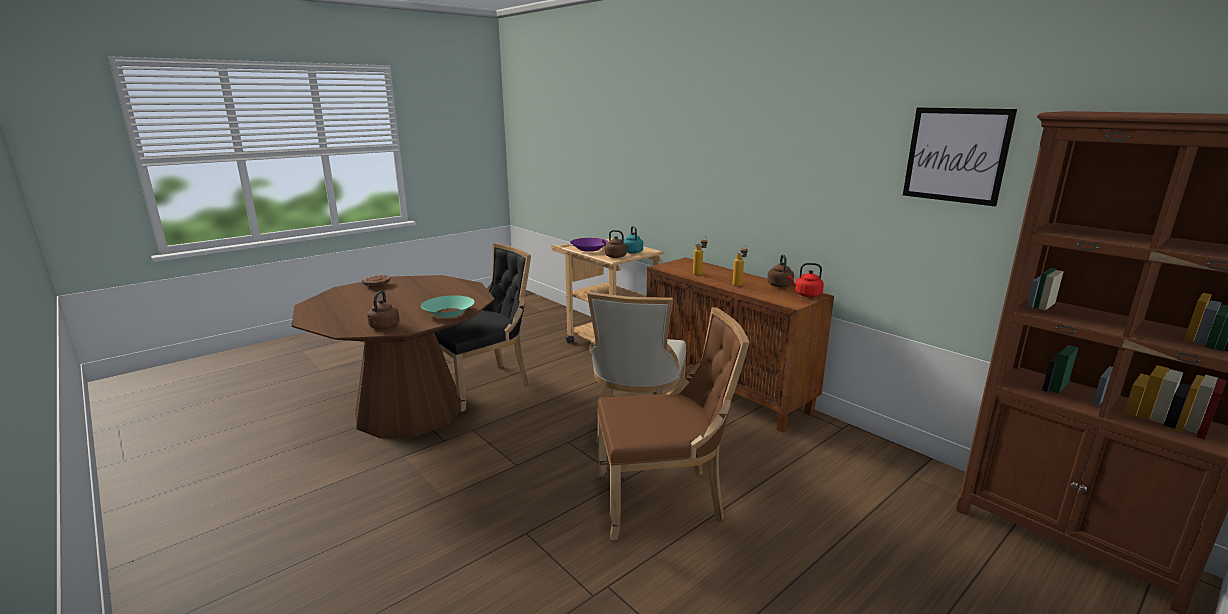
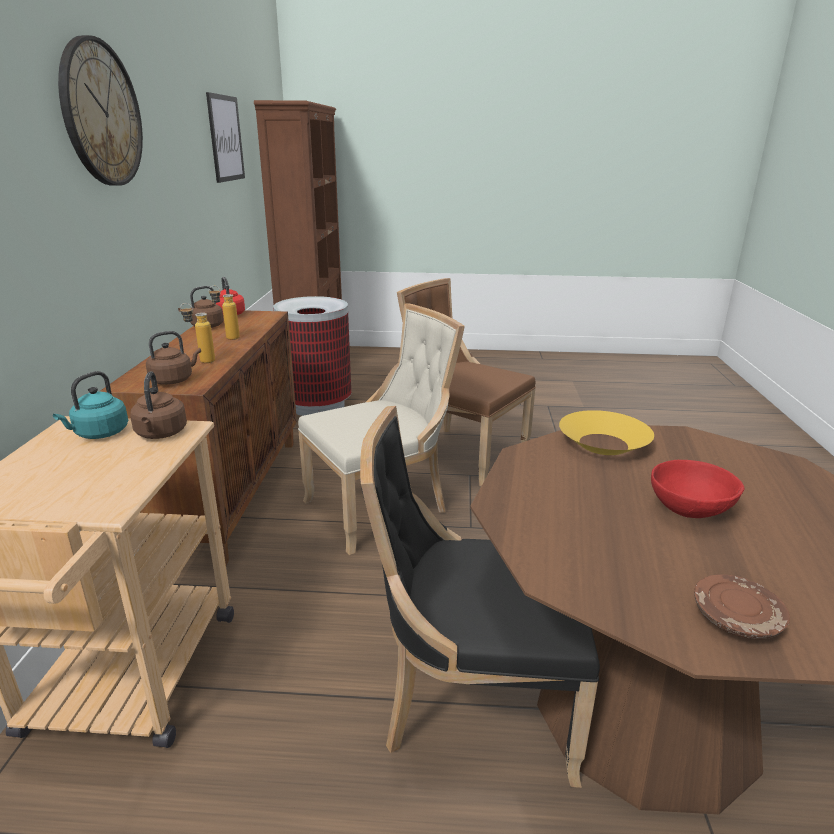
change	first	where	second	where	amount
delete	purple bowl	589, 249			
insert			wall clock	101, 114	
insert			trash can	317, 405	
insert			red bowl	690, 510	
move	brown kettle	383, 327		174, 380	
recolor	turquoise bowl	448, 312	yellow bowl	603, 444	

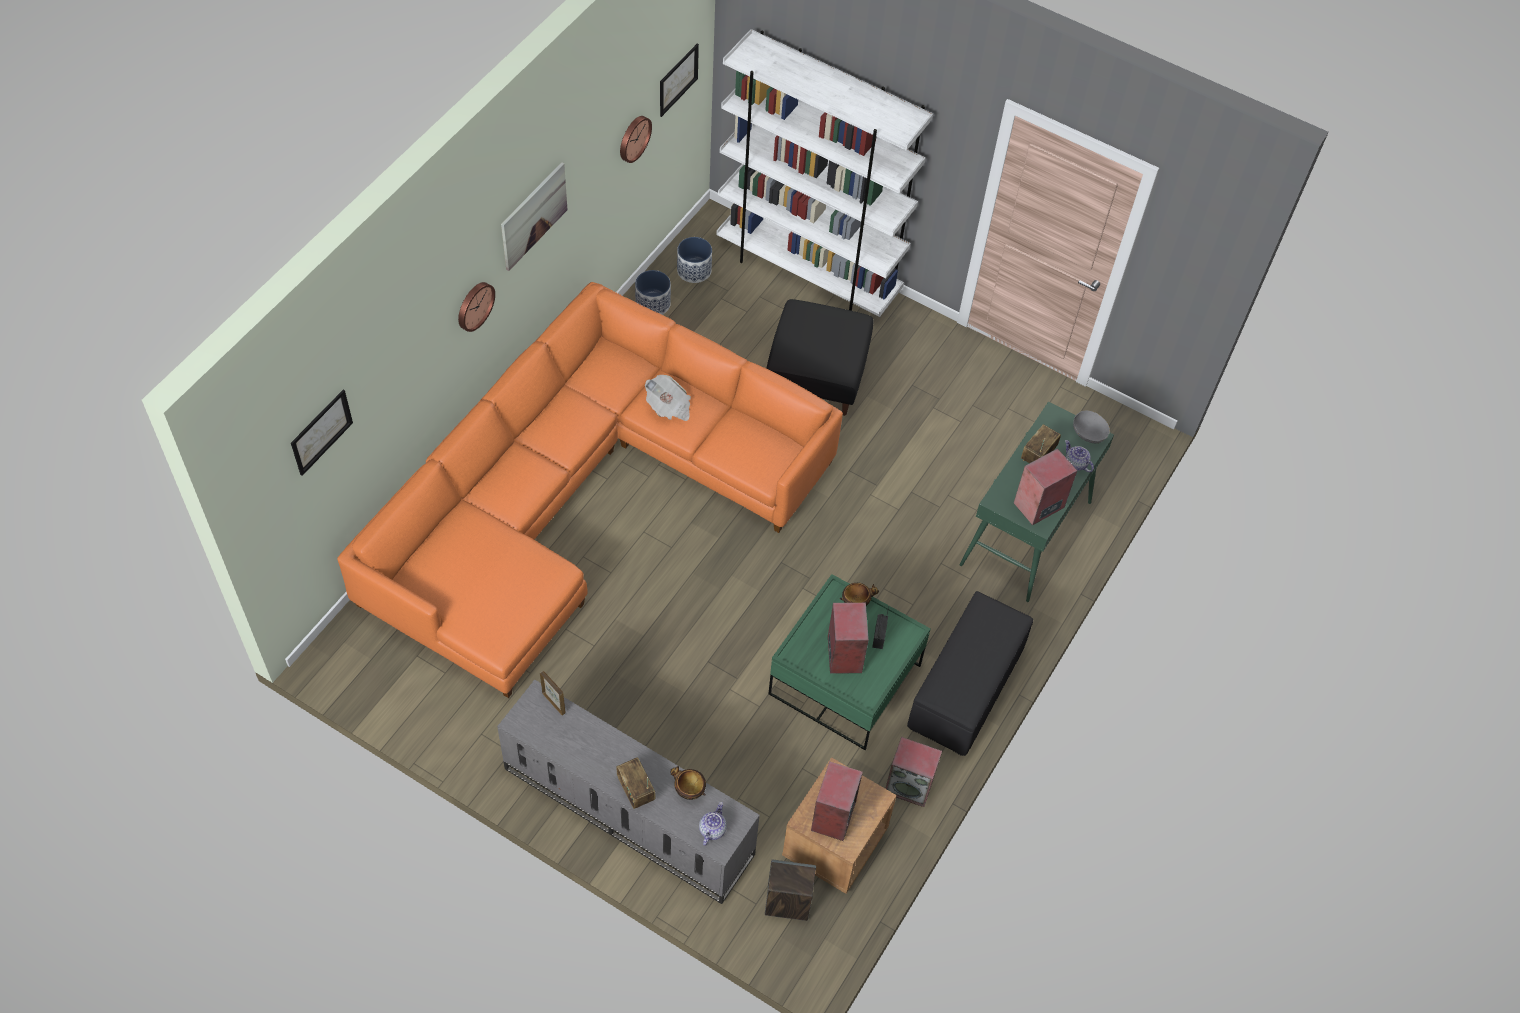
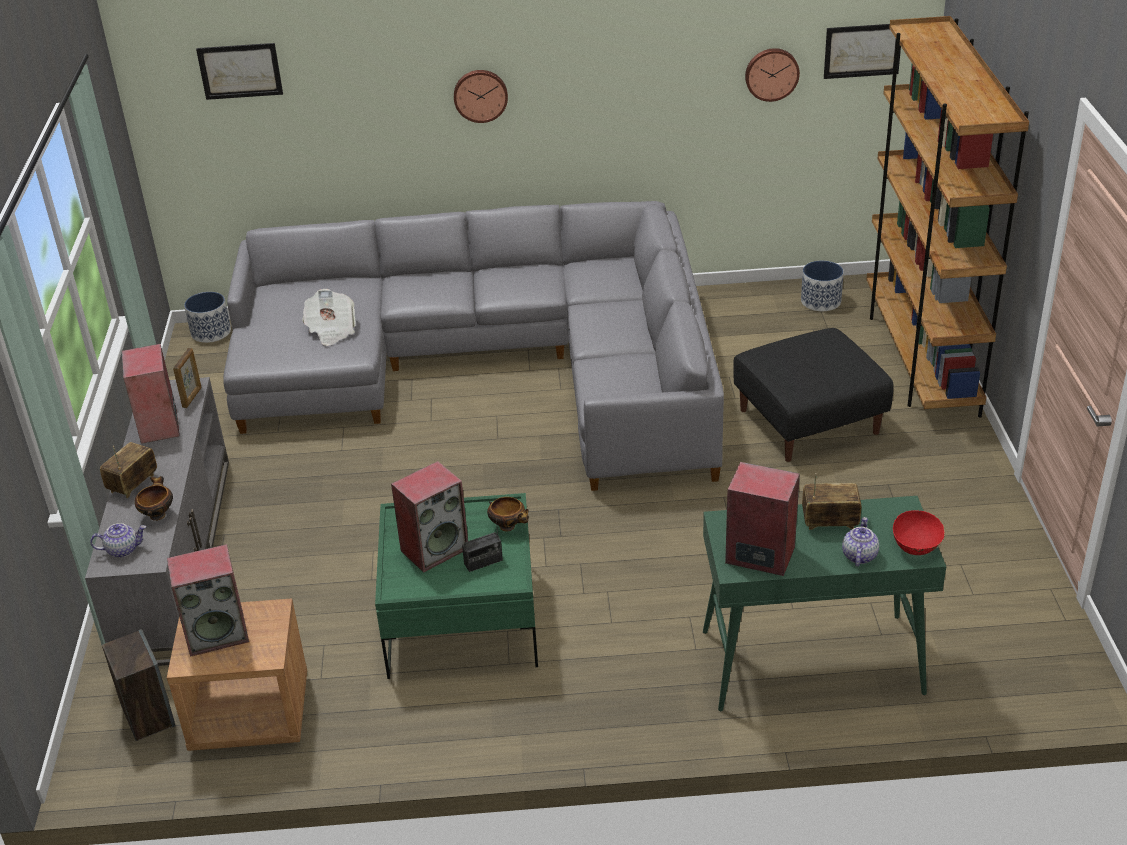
change	first	where	second	where	amount
delete	picture	533, 216			
delete	black ottoman	964, 690			
move	planter	653, 303		211, 332	
move	newspaper	669, 407		331, 330	
move	speaker	909, 786		159, 426	
recolor	orange sofa	581, 497	grey sofa	493, 367	
recolor	white bookcase	808, 273	brown bookcase	920, 358	
recolor	grey bowl	1089, 434	red bowl	916, 546	

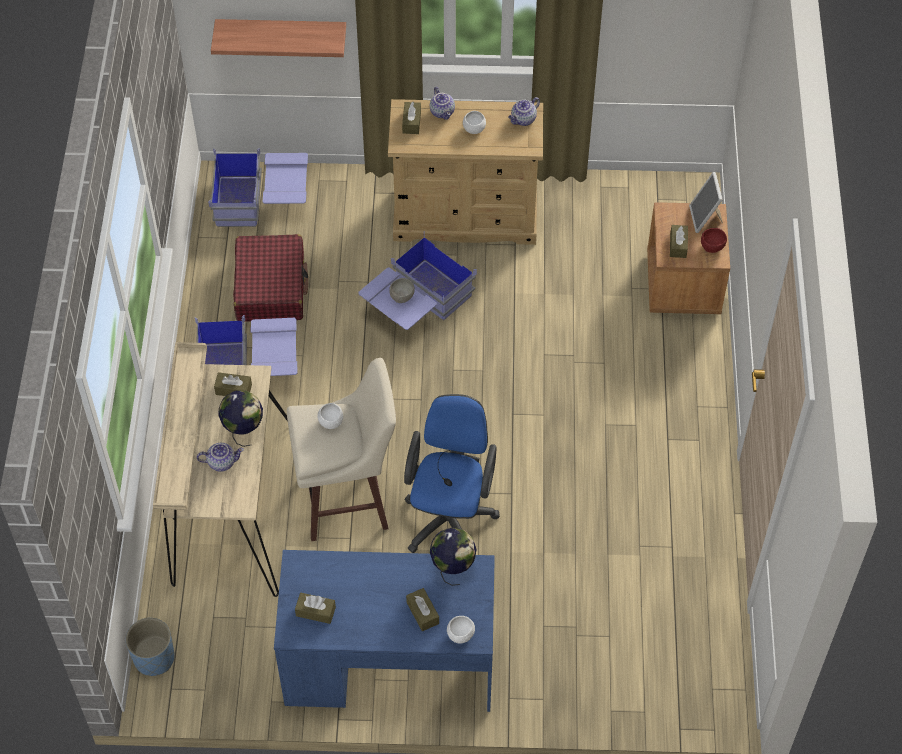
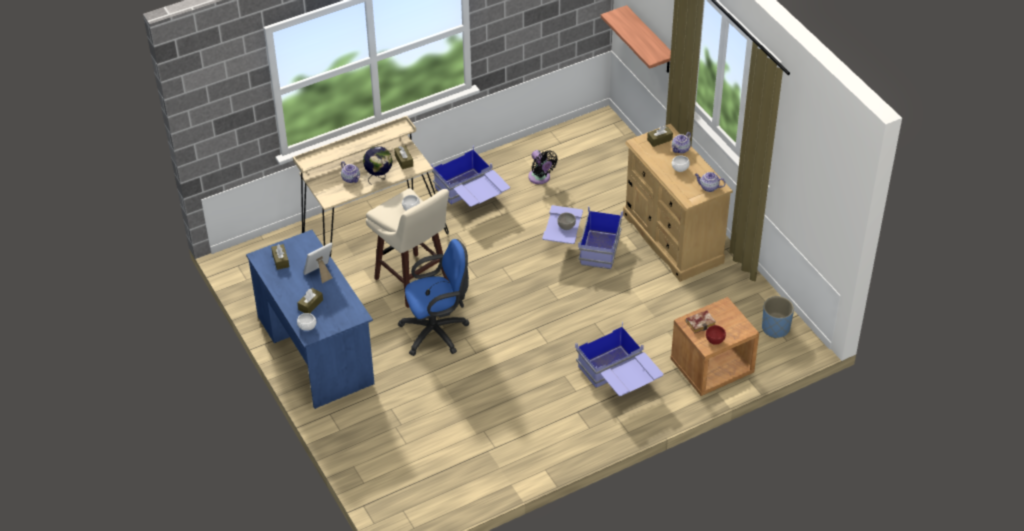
change	first	where	second	where	amount
delete	globe	453, 568			
move	blue planter	154, 658		775, 328	
move	blue storage box	262, 203		619, 381	
move	picture frame	705, 218		320, 273	
replace	red suitcase	271, 287	black fan	540, 178	
replace	brown tissue box	678, 245	book	701, 323	

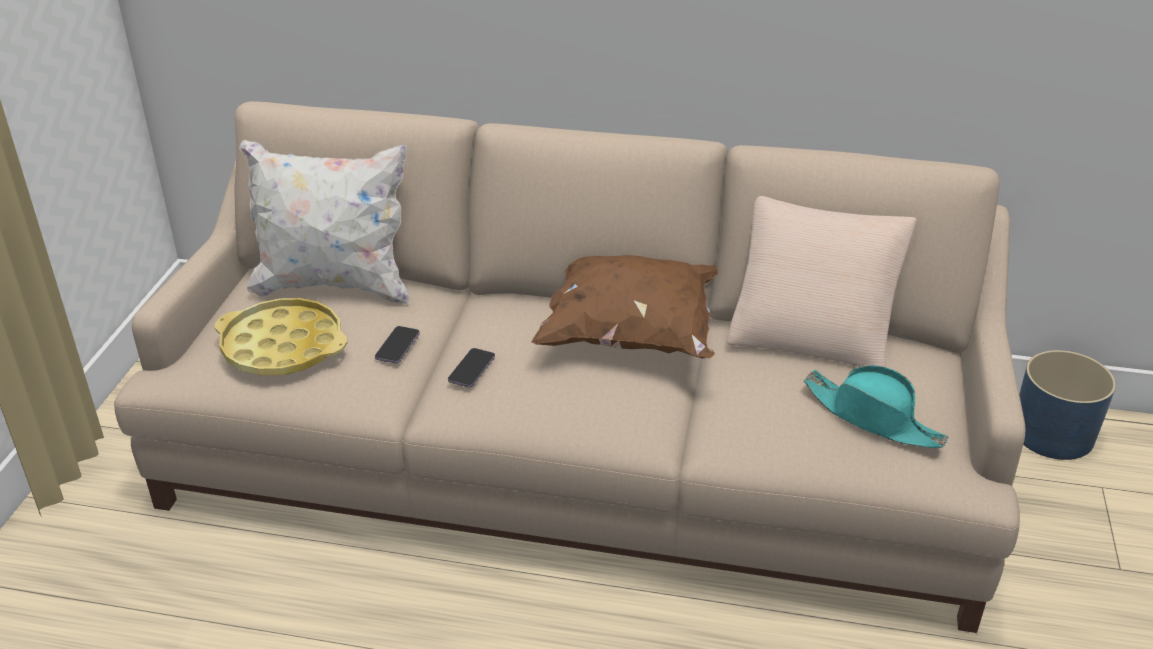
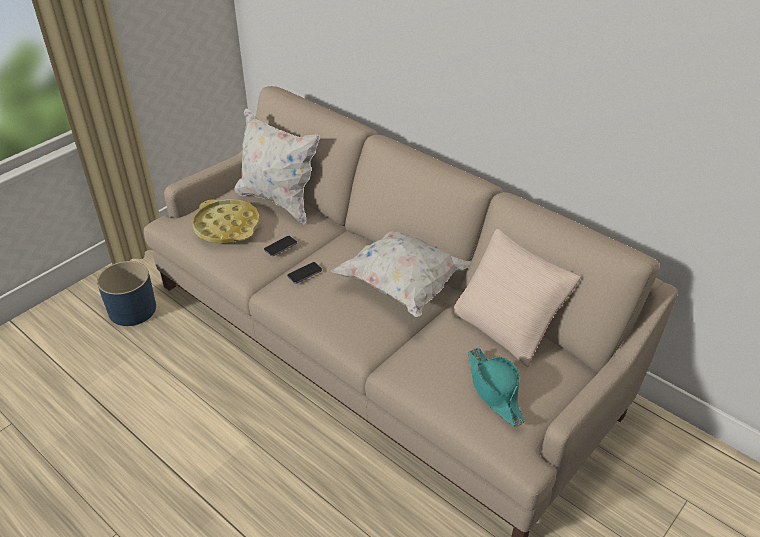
change	first	where	second	where	amount
move	blue planter	1053, 433		133, 310	
recolor	brown pillow	630, 333	white pillow	404, 284	

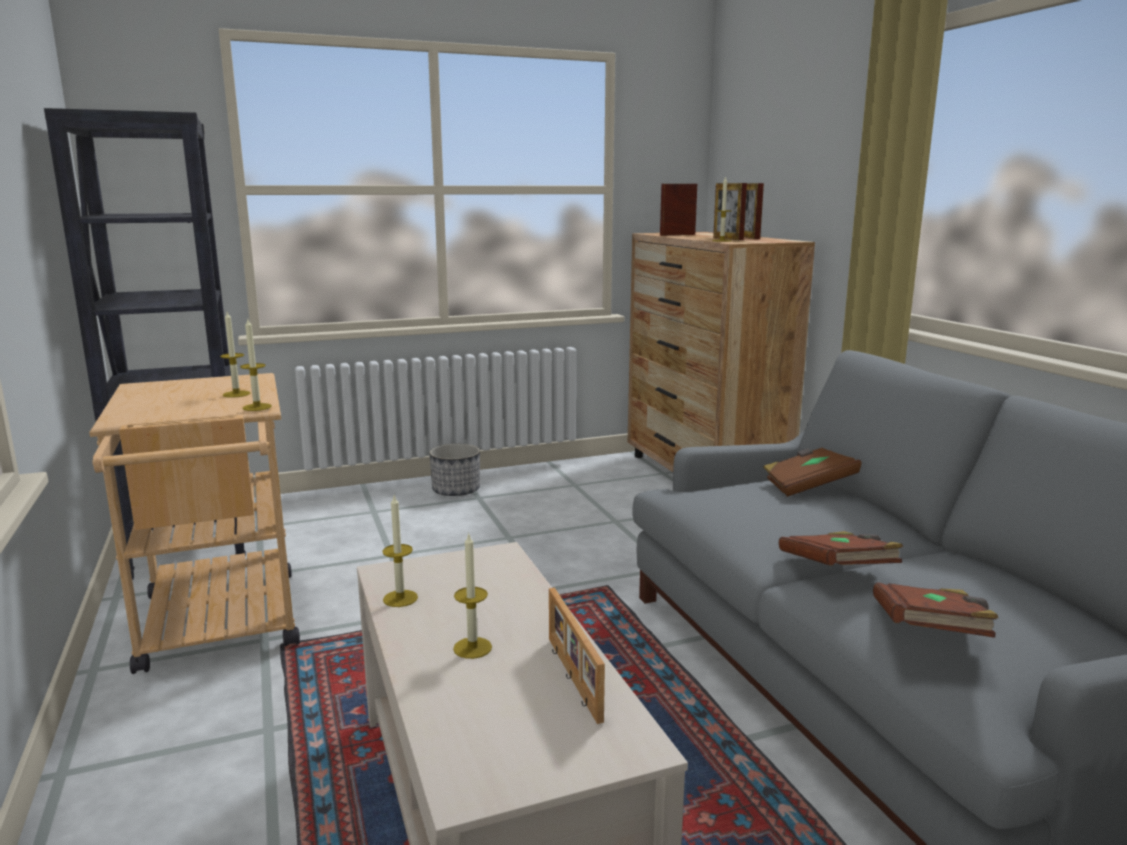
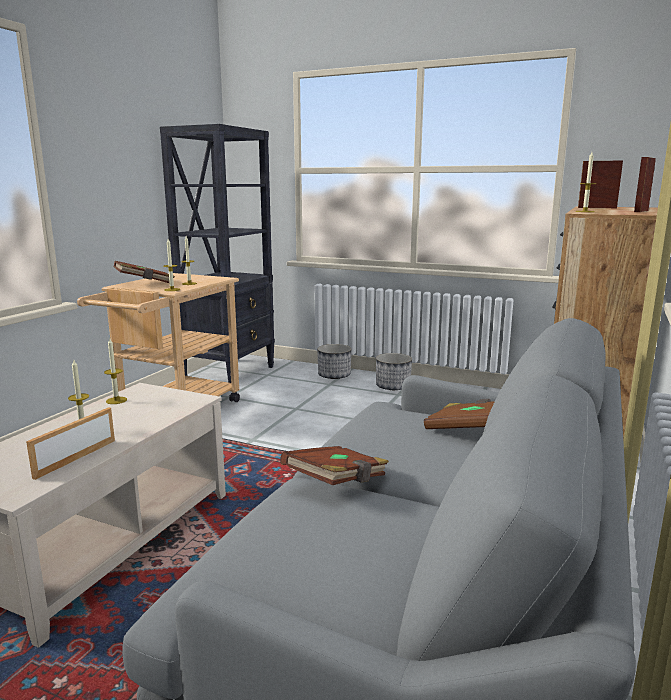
change	first	where	second	where	amount
delete	picture frame	728, 239			
insert			planter	334, 376	
move	brown book	929, 634		145, 283	

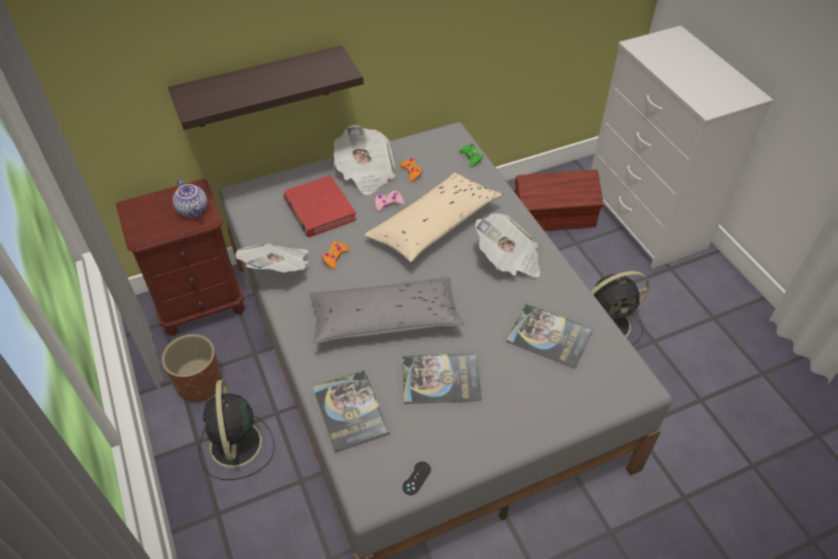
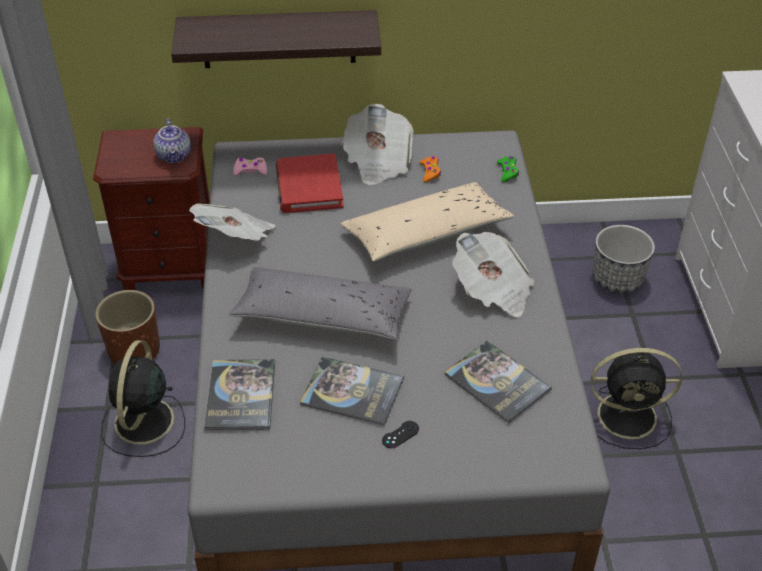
change	first	where	second	where	amount
delete	orange game controller	335, 257			
move	pink game controller	388, 203		250, 170	
move	black game controller	416, 478		400, 434	
replace	brown storage box	553, 218	planter	618, 278	

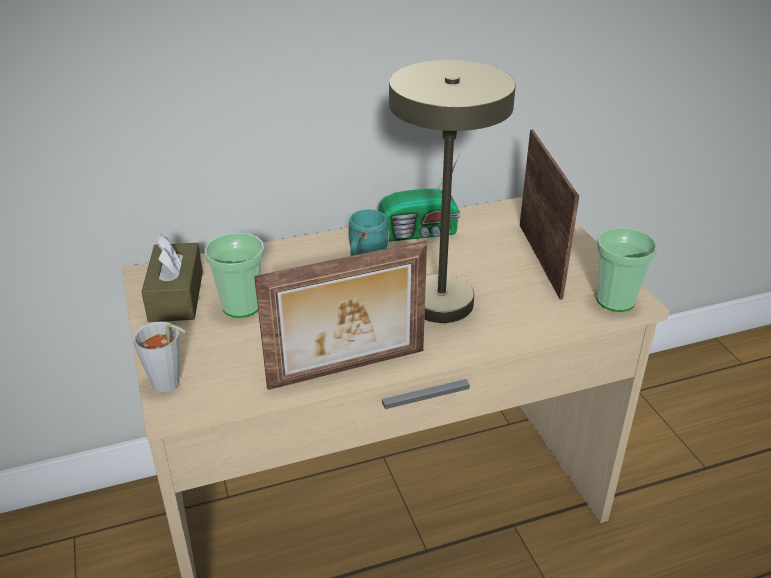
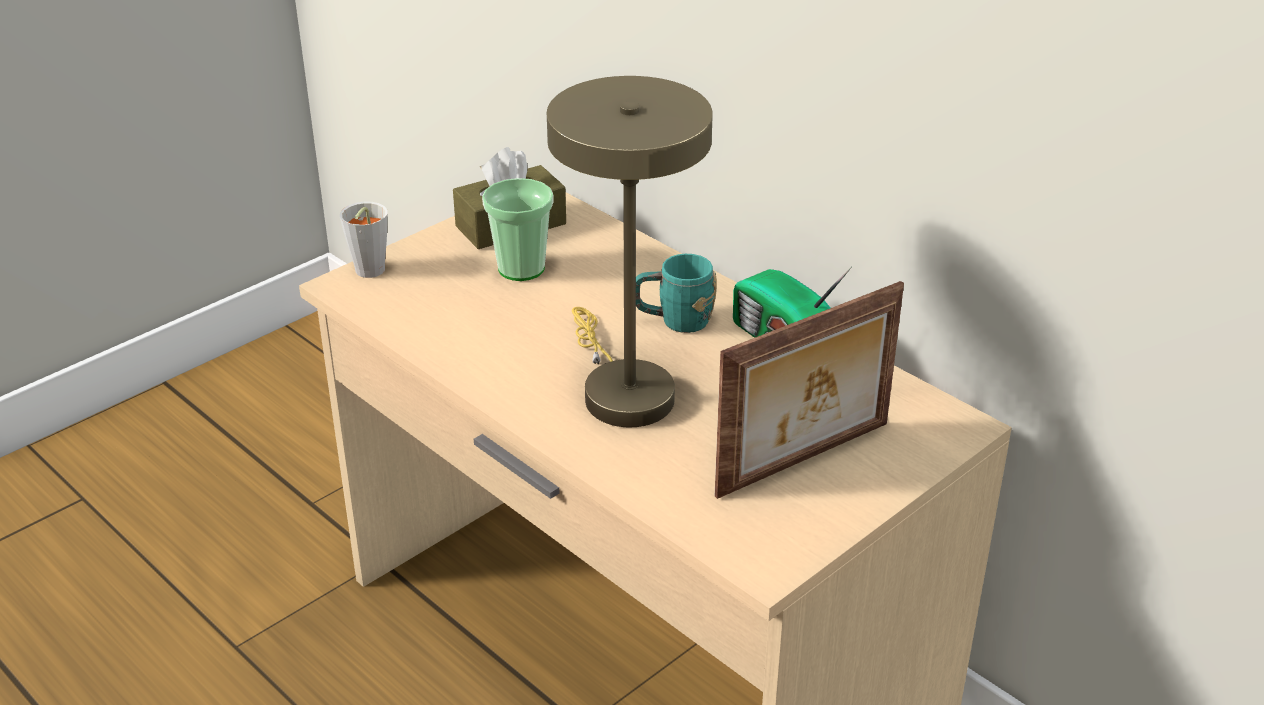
change	first	where	second	where	amount
delete	picture frame	348, 370			
delete	cup	615, 300			

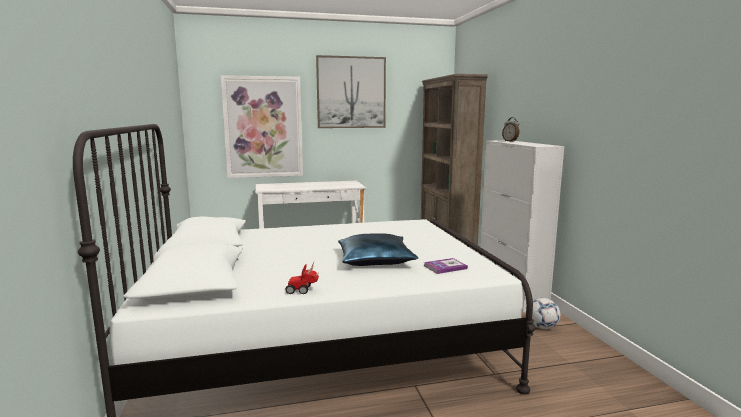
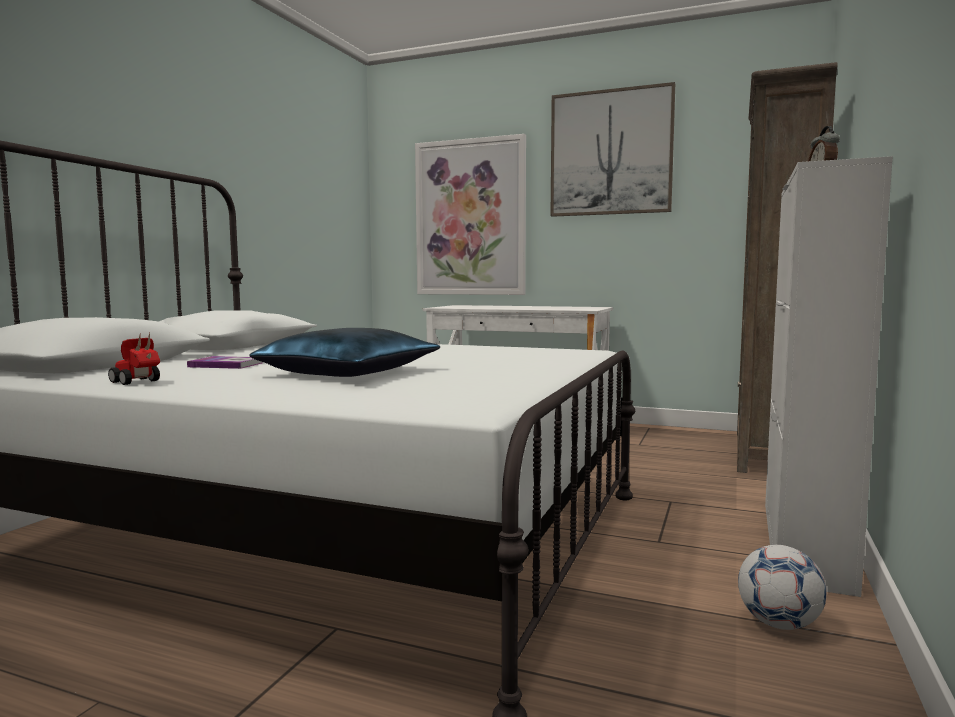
change	first	where	second	where	amount
move	book	445, 267		226, 365	

